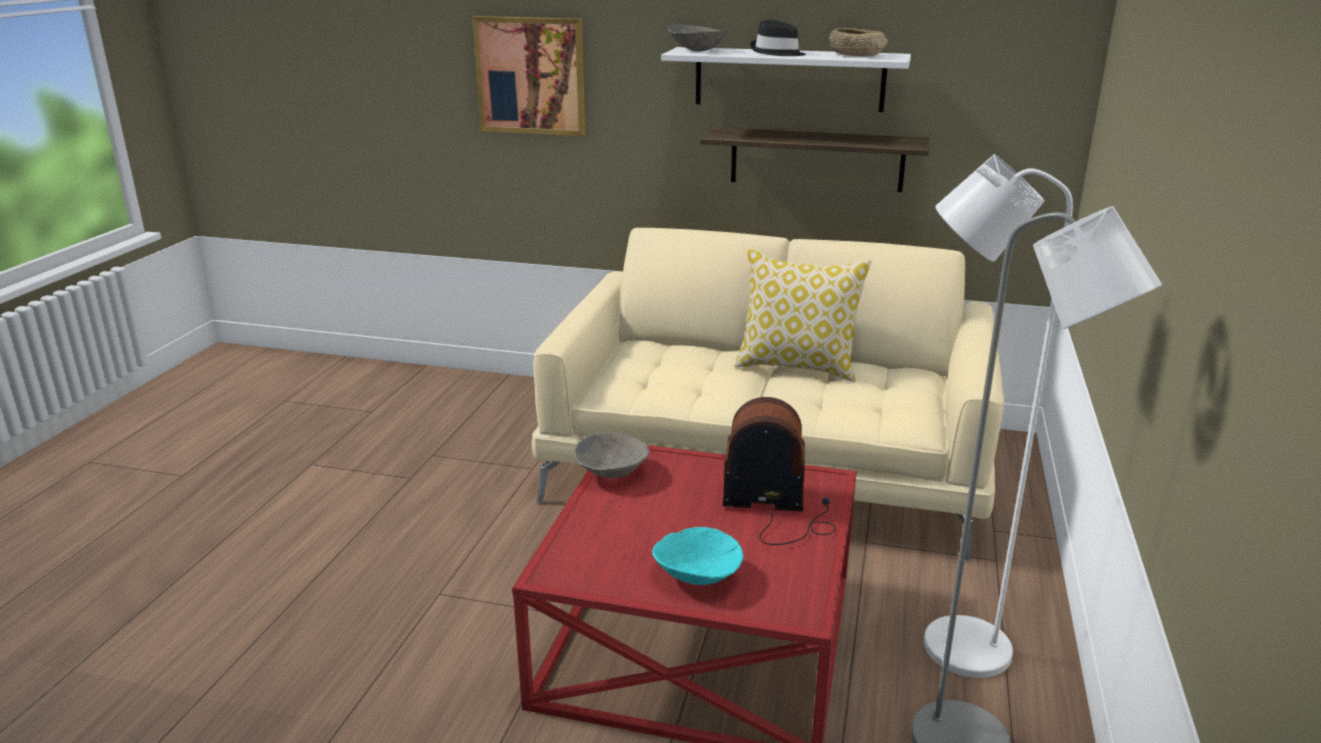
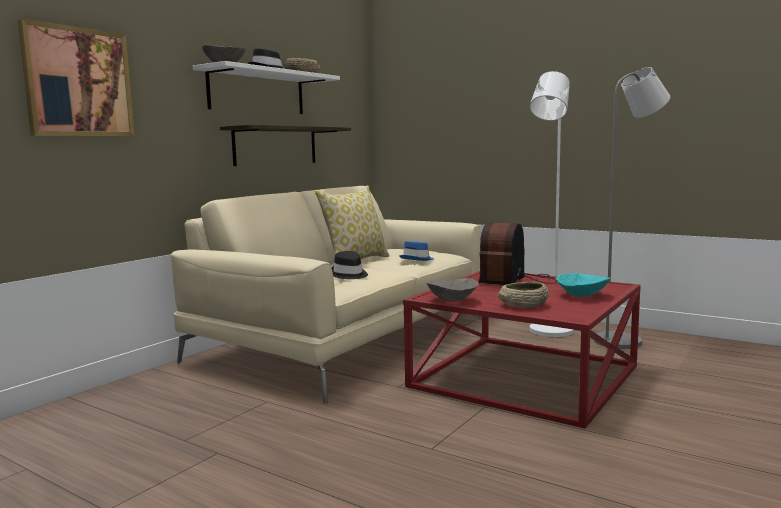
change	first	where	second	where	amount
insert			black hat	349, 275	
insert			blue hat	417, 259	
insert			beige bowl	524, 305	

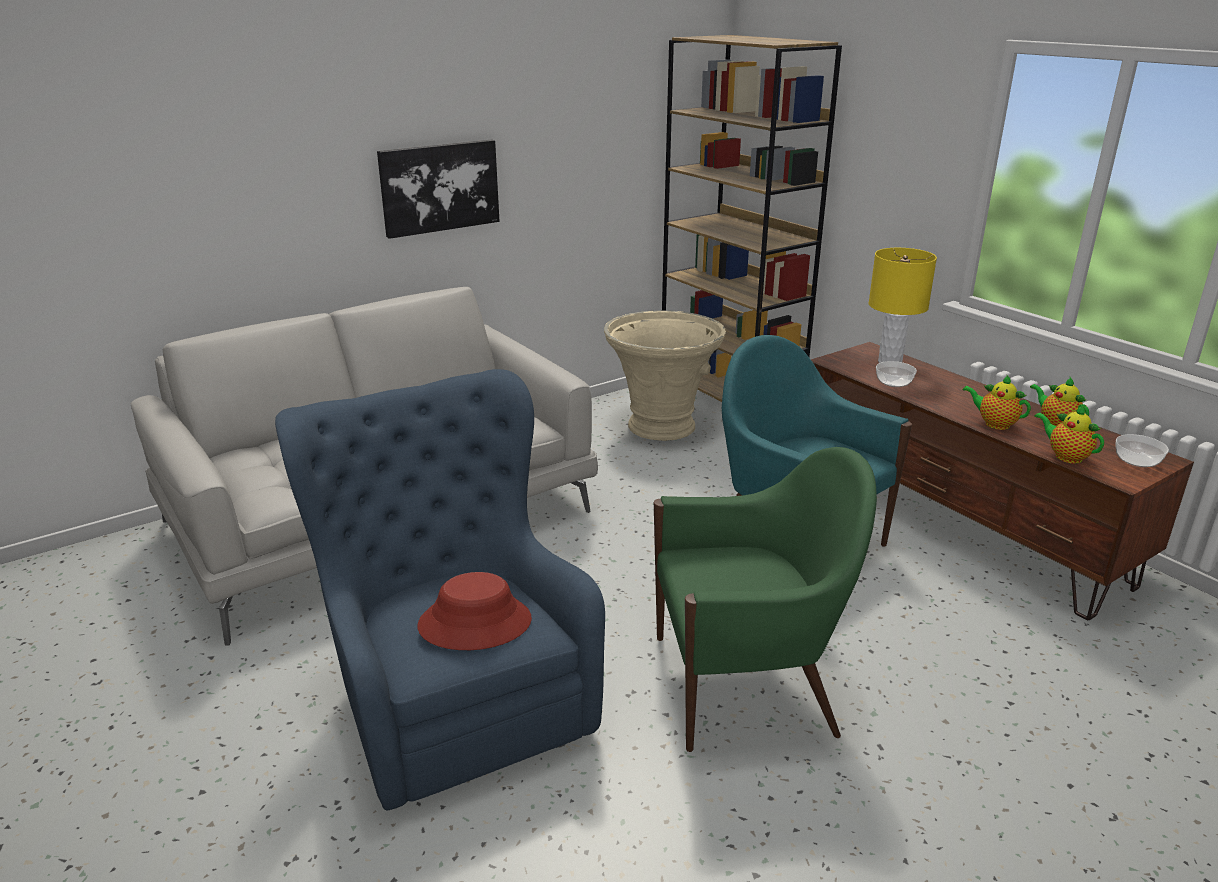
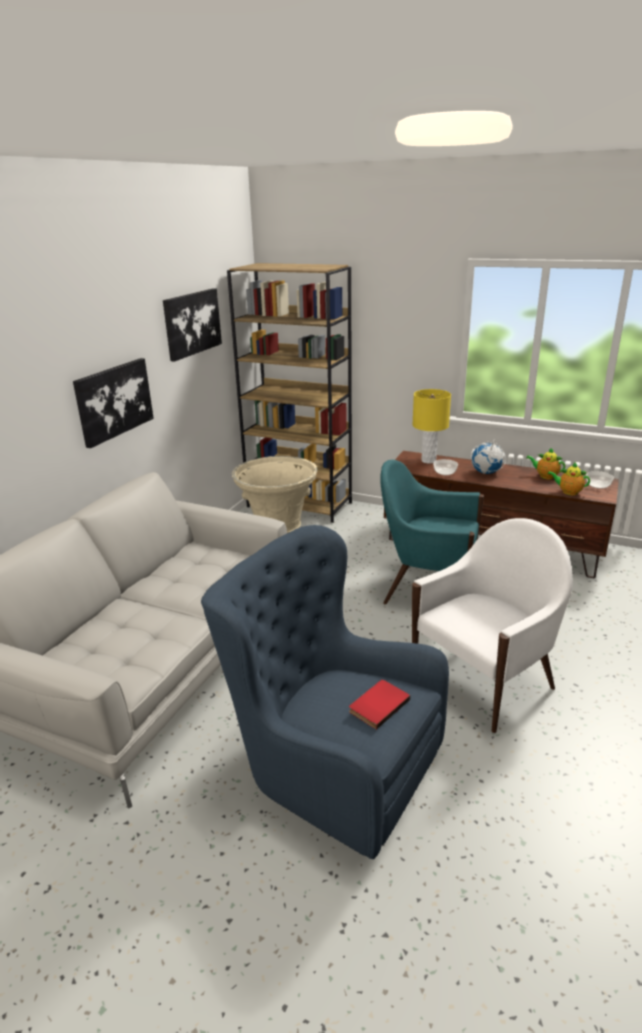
change	first	where	second	where	amount
delete	teapot	994, 424			
insert			picture	192, 323	
insert			globe	486, 473	
replace	red hat	475, 623	red book	377, 704	
recolor	green armchair	747, 684	white armchair	484, 680	

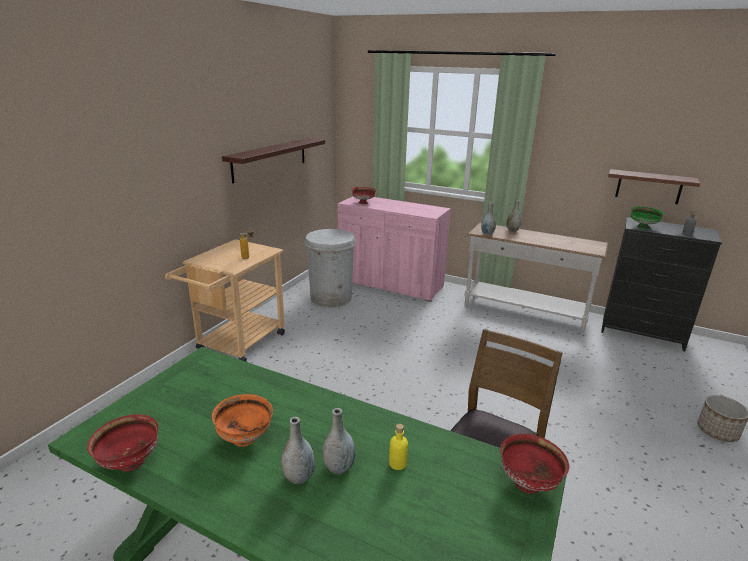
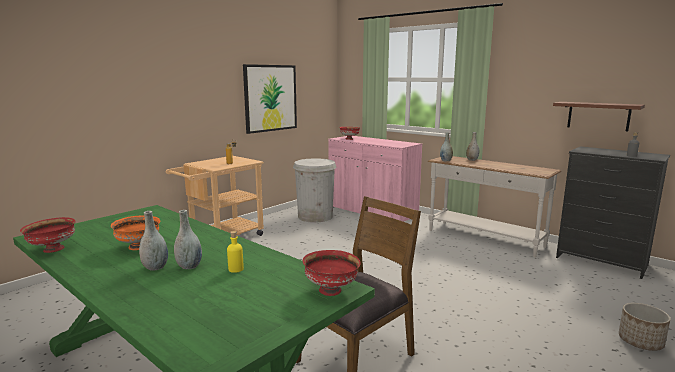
change	first	where	second	where	amount
delete	green bowl	643, 227			
replace	shelf	270, 159	picture	270, 98	

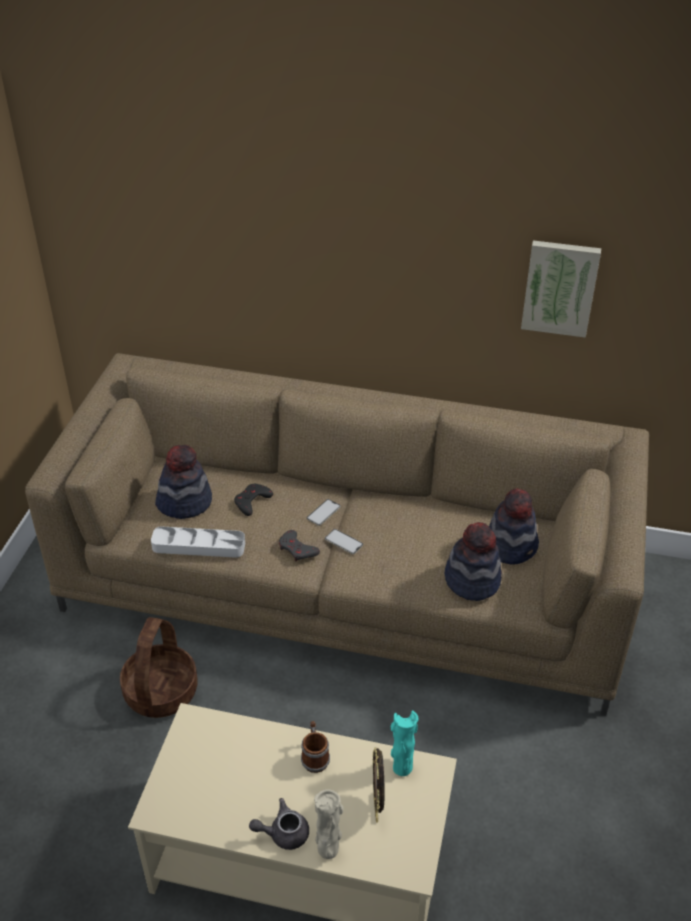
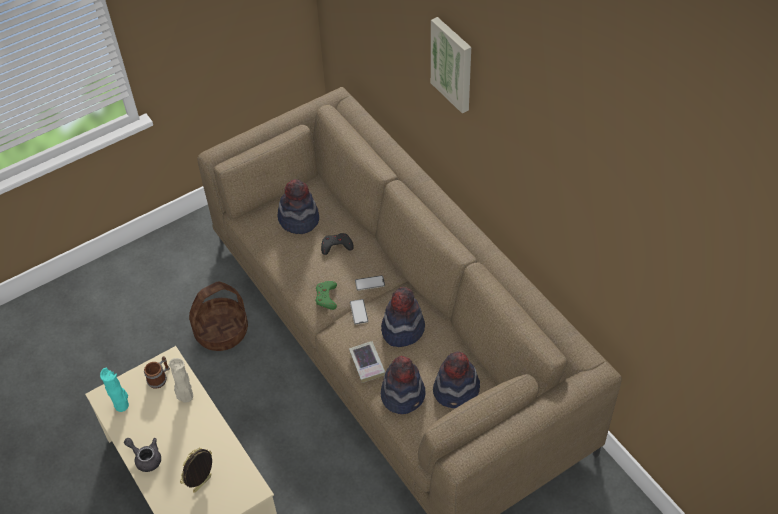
change	first	where	second	where	amount
delete	grey tray	198, 546			
insert			book	367, 363	
insert			hat	402, 329	
move	mug	315, 756		160, 378	
move	beige vase	328, 851		186, 397	
move	turquoise vase	402, 767		122, 405	
move	picture	560, 287		453, 64	
recolor	grey game controller	297, 549	green game controller	326, 297	

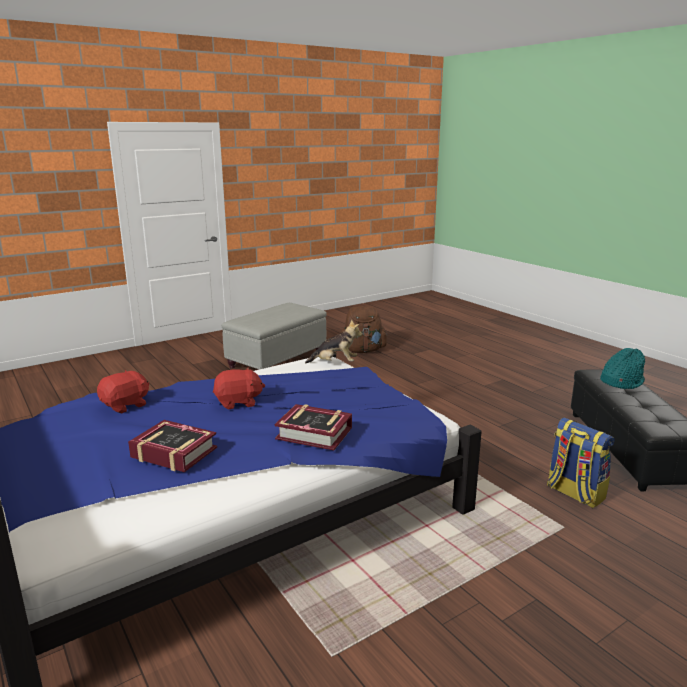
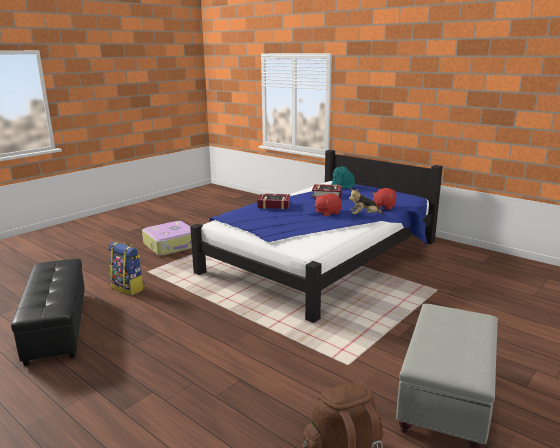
change	first	where	second	where	amount
insert			suitcase	171, 245	
move	plush toy	335, 363		364, 215	
move	turquoise hat	621, 382		343, 186	

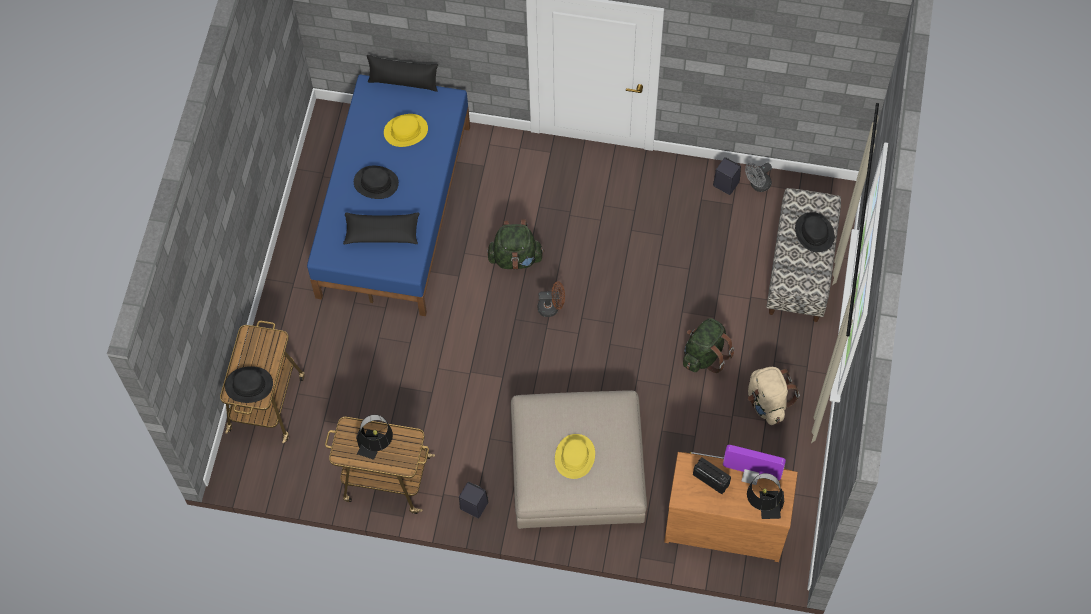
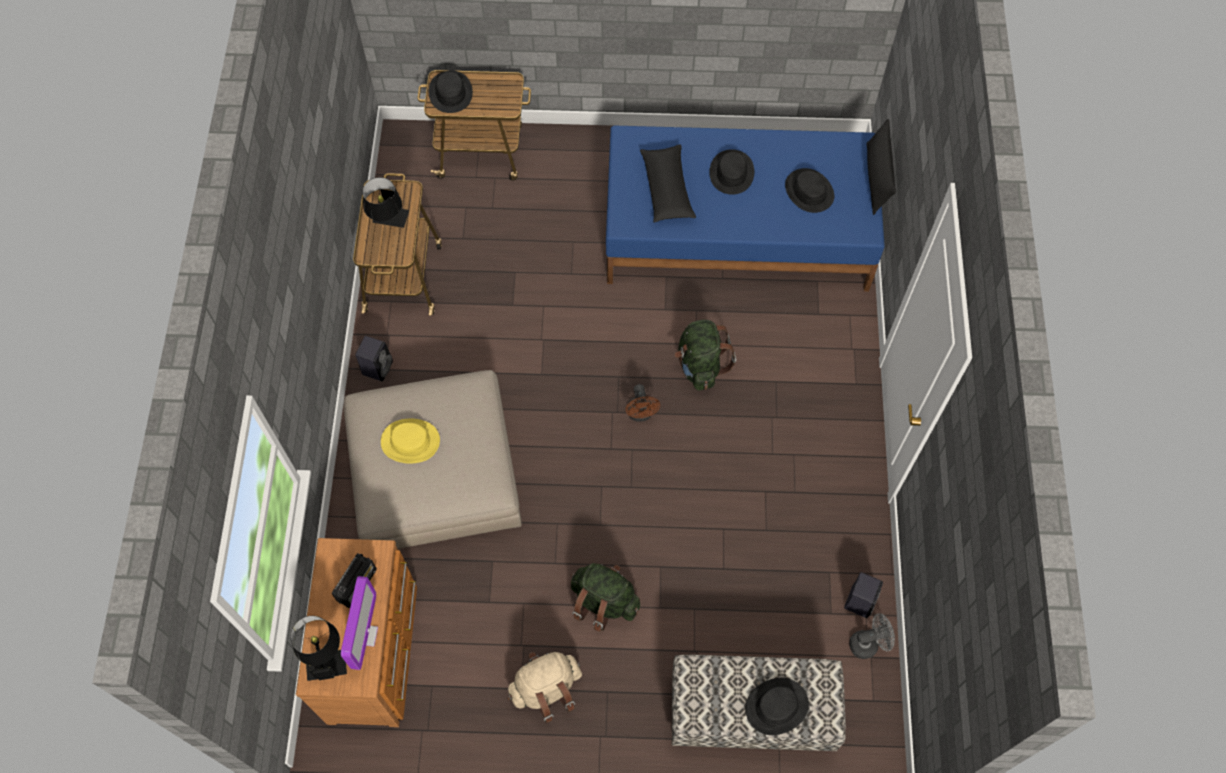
change	first	where	second	where	amount
recolor	yellow hat	406, 131	black hat	809, 191	
rotate	grey fan	757, 185		868, 643	120 degrees clockwise

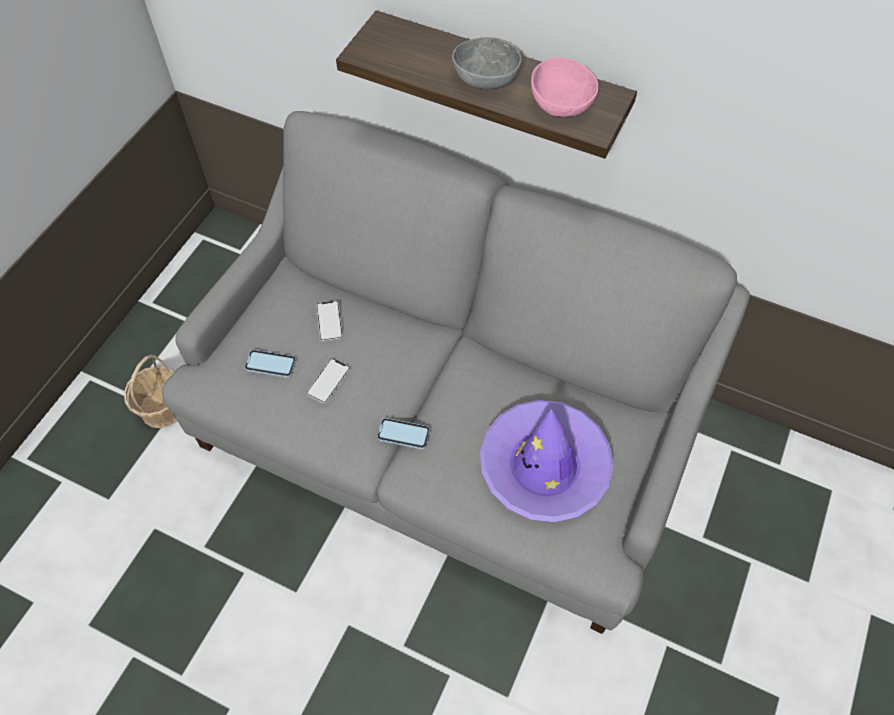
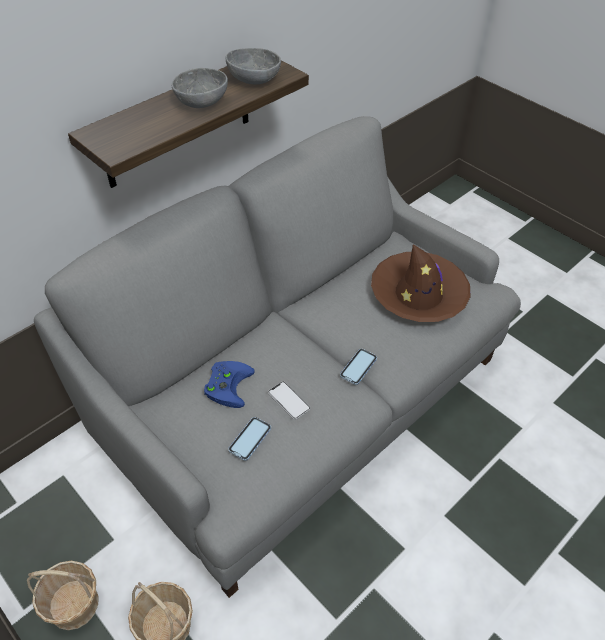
change	first	where	second	where	amount
insert			basket	74, 605	
replace	phone	329, 321	blue game controller	227, 384	
recolor	purple hat	544, 466	brown hat	418, 294	
recolor	pink bowl	562, 104	grey bowl	254, 79	

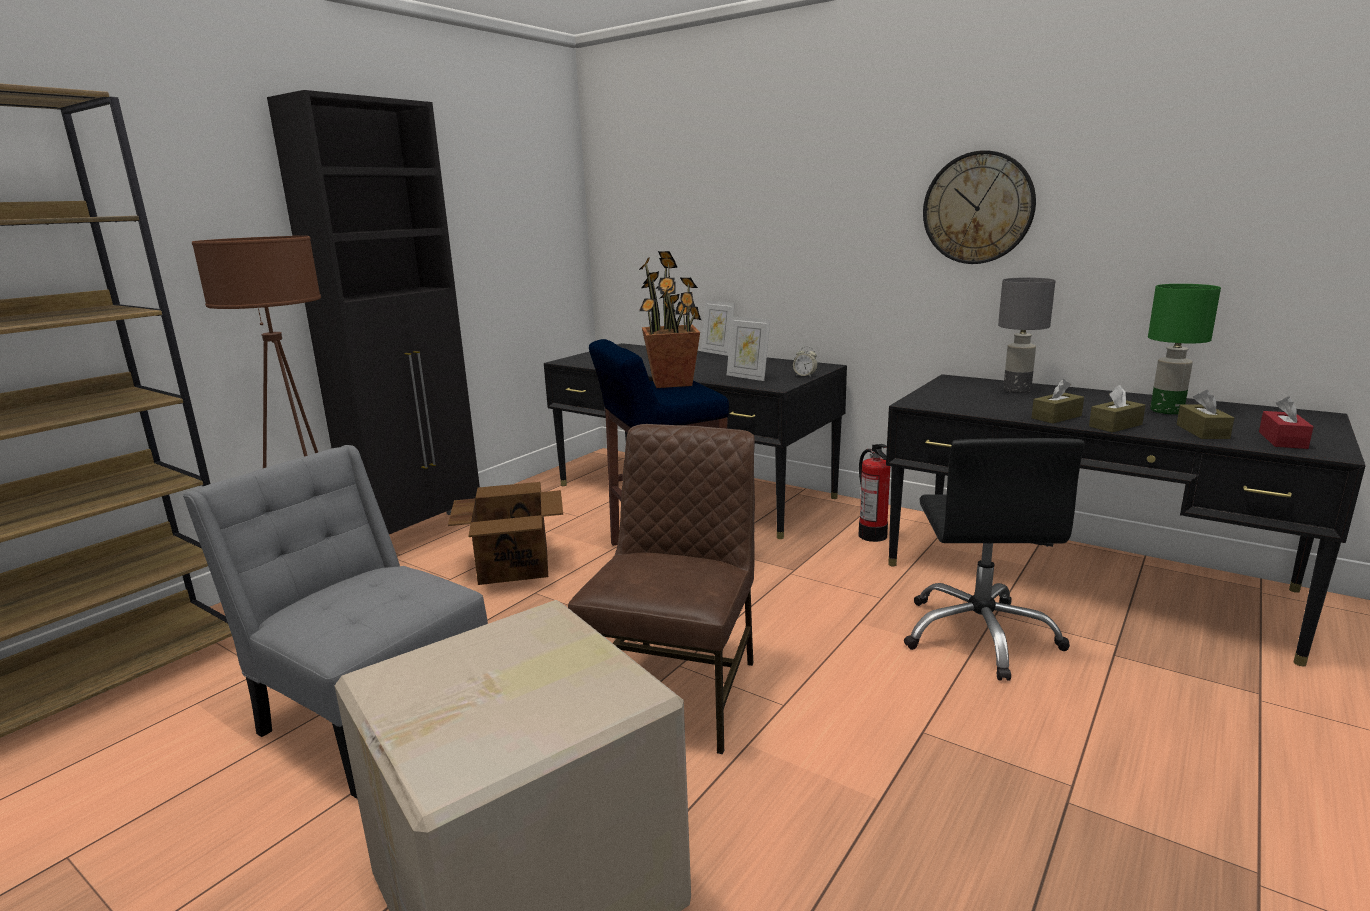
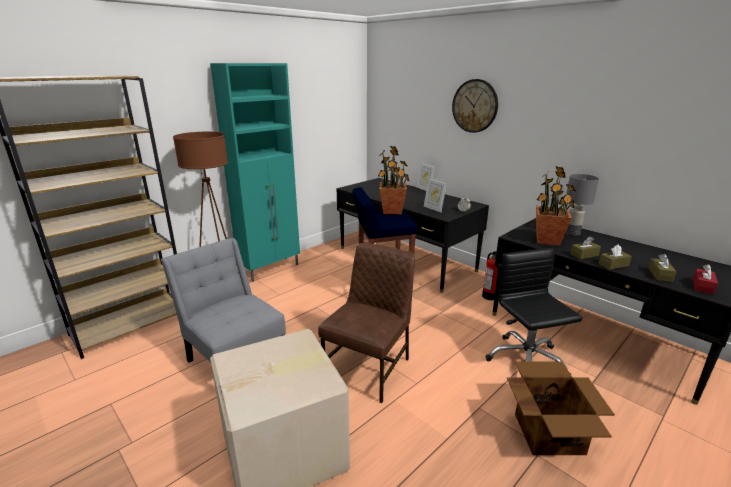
change	first	where	second	where	amount
delete	green table lamp	1167, 411			
insert			potted plant	548, 240	
move	cardboard box	514, 565		549, 432	
move	wall clock	978, 208		475, 106	
recolor	black cabinet	421, 535	turquoise cabinet	271, 269	
rotate	black office chair	980, 635		526, 361	150 degrees clockwise

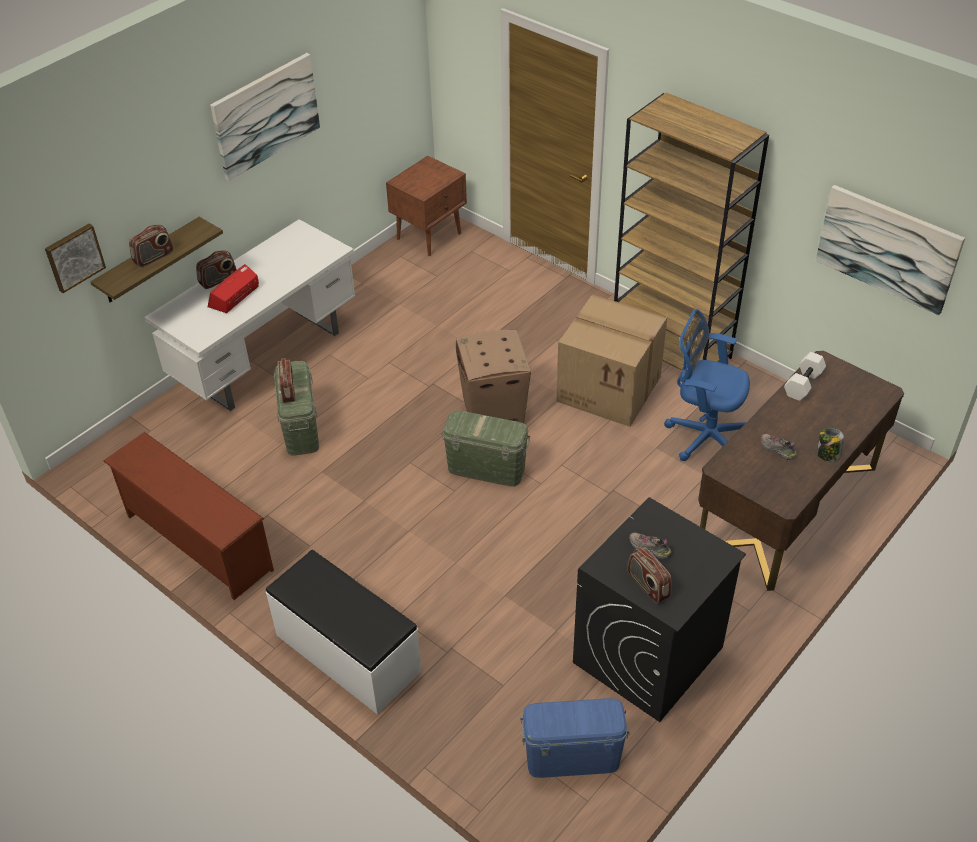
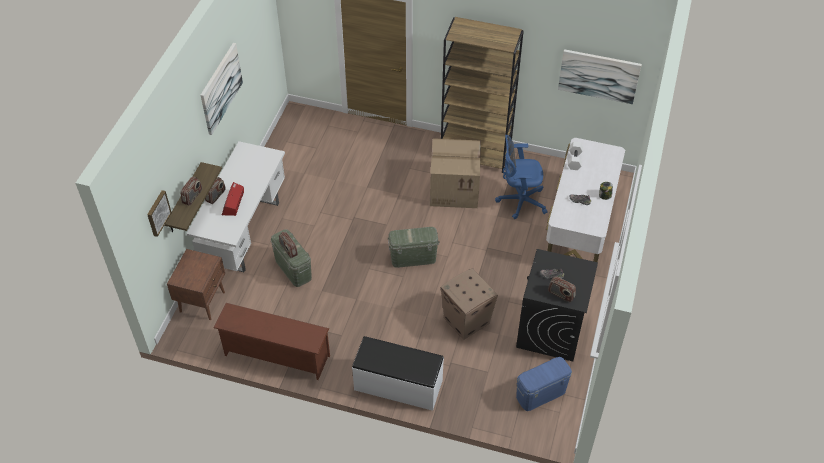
change	first	where	second	where	amount
move	brown nightstand	430, 236		203, 301	
move	cardboard box	493, 411		467, 320	
recolor	brown desk	787, 506	white desk	579, 226	

